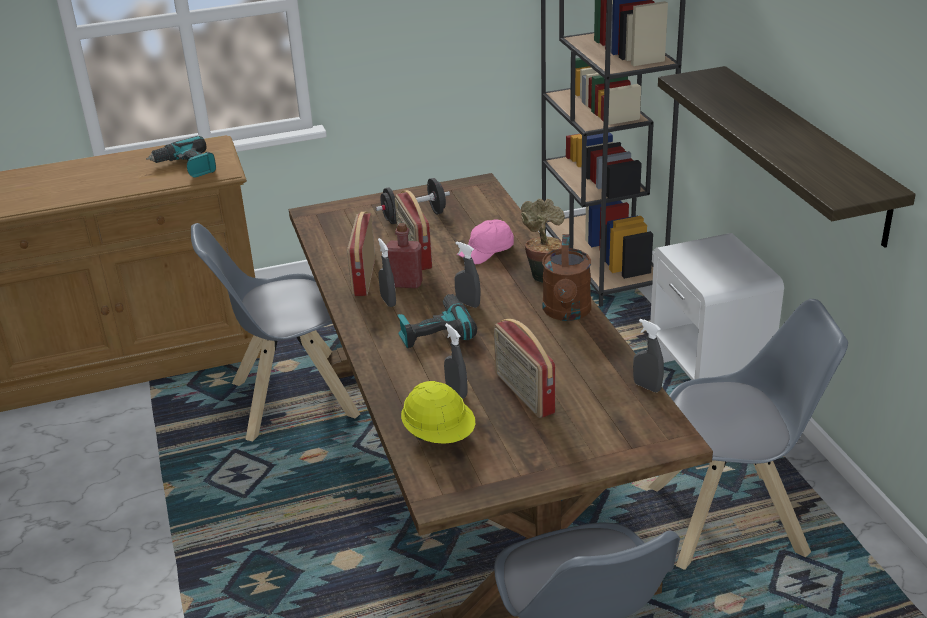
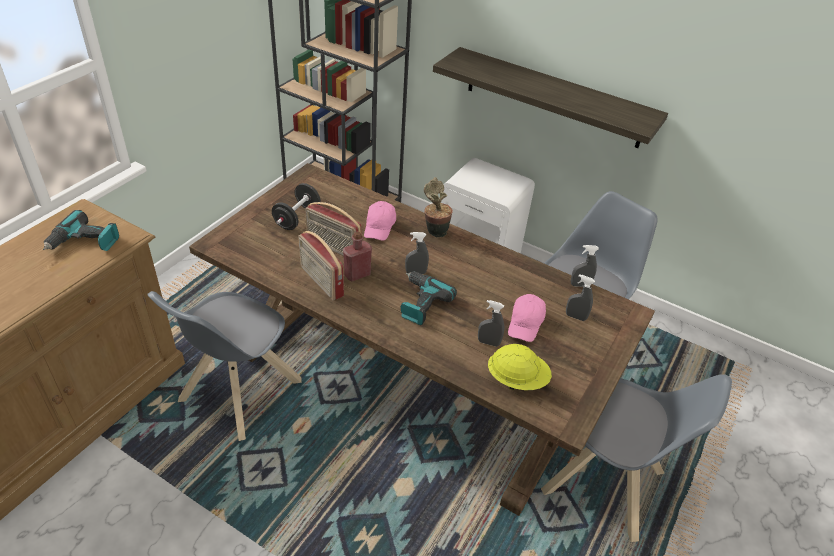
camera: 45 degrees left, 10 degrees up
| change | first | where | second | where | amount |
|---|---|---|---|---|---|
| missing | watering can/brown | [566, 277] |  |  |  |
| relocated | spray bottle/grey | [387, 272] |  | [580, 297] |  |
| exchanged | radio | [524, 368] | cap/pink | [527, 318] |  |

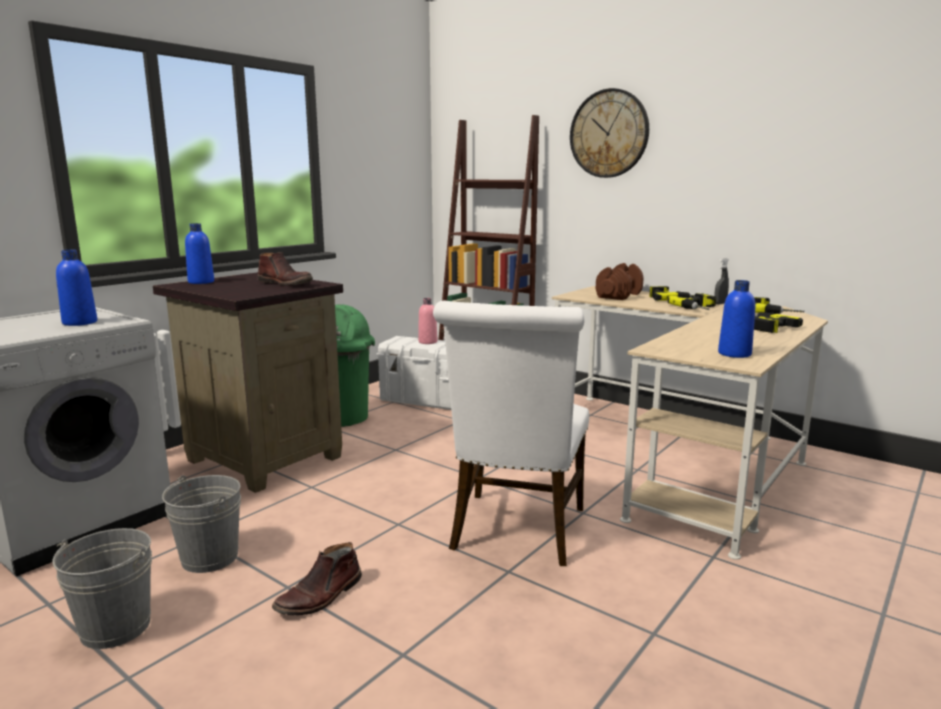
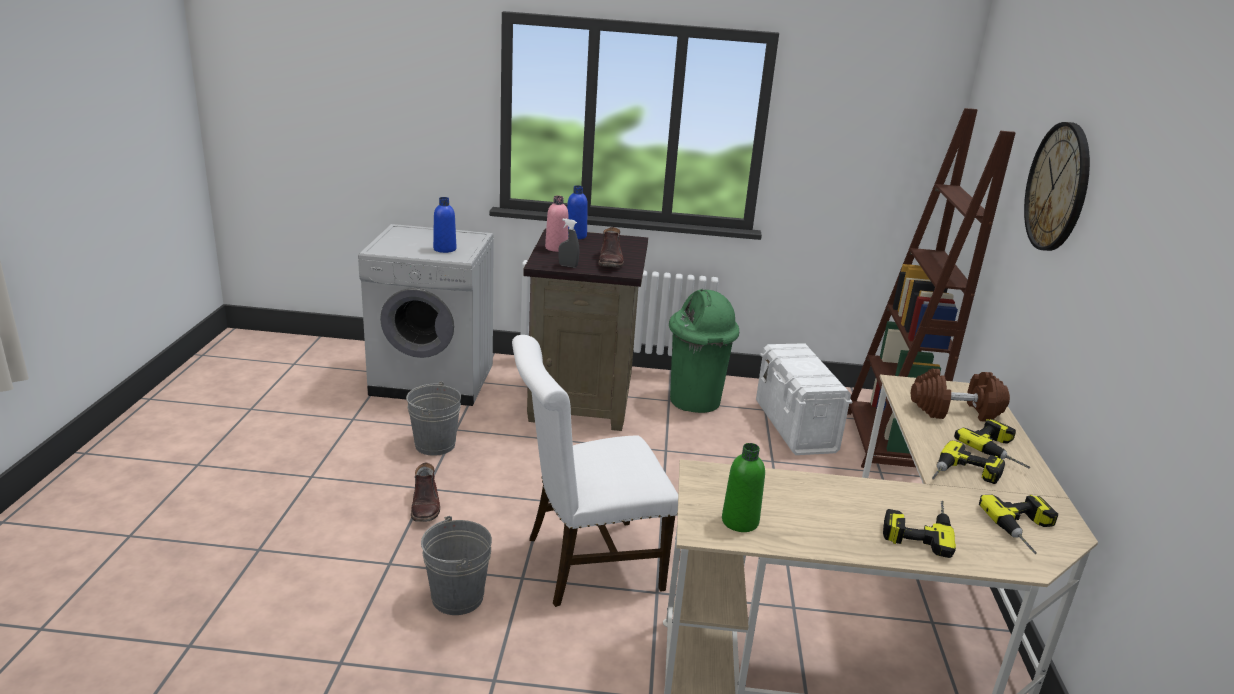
camera: 55 degrees right, 10 degrees up
| change | first | where | second | where | amount |
|---|---|---|---|---|---|
| relocated | bucket/grey | [102, 588] |  | [456, 565] |  |
| relocated | bottle/pink | [427, 321] |  | [556, 224] |  |
| relocated | spray bottle/grey | [721, 281] |  | [569, 243] |  |
| colour | bottle/blue | [736, 319] | bottle/green | [743, 487] |  |
| spun | boot/brown | [317, 578] |  | [425, 492] | 105 degrees counterclockwise |

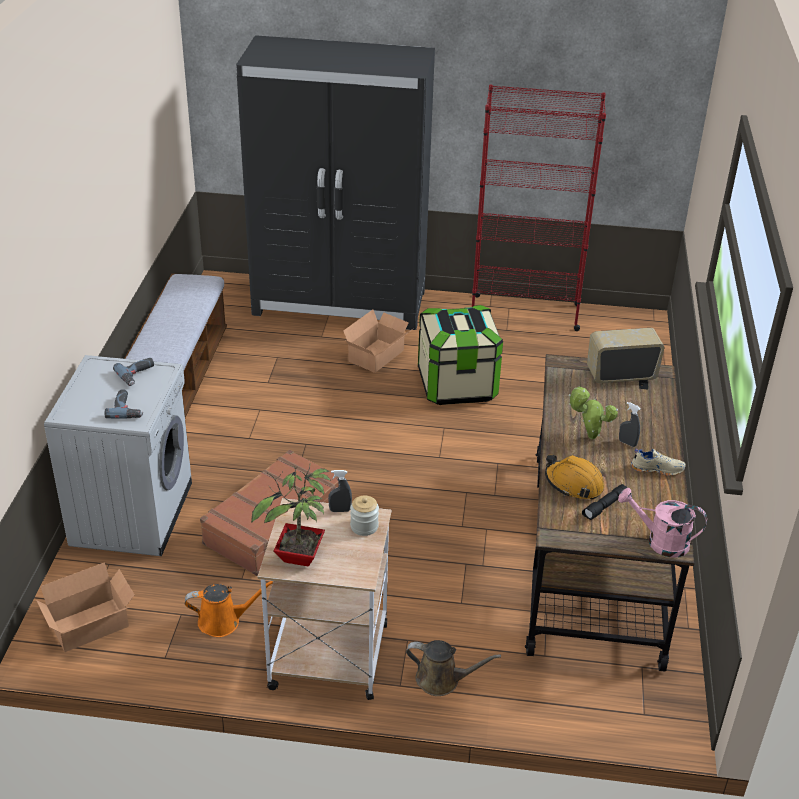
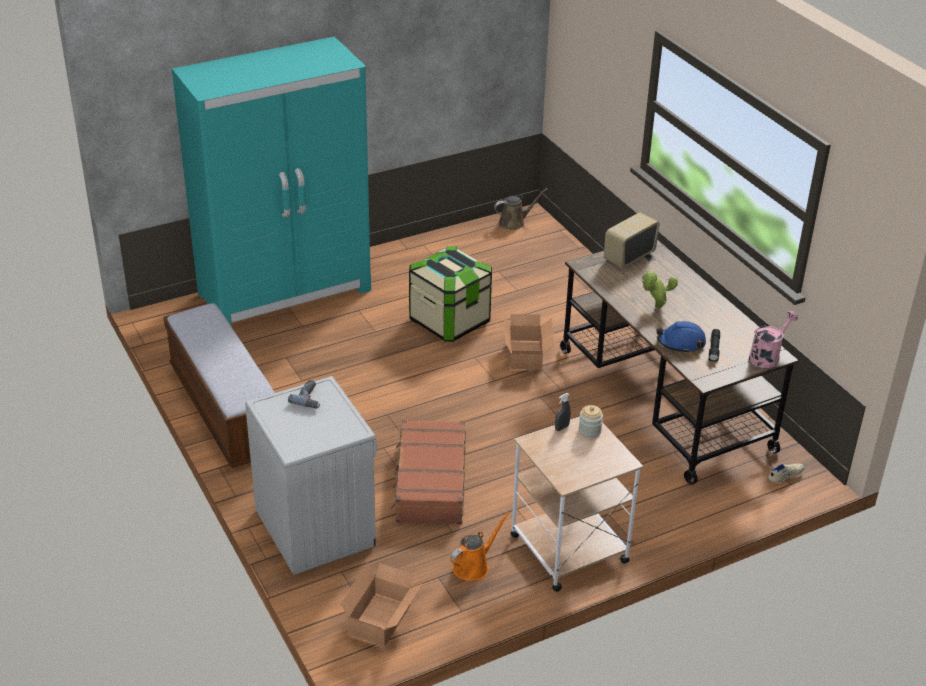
camera: 35 degrees left, 0 degrees up
| change | first | where | second | where | amount |
|---|---|---|---|---|---|
| missing | power drill | [124, 404] |  |  |  |
| missing | potted plant | [291, 516] |  |  |  |
| missing | bookcase/red | [539, 207] |  |  |  |
| missing | spray bottle/grey | [630, 424] |  |  |  |
| relocated | cardboard box | [378, 341] |  | [529, 342] |  |
| relocated | watering can/brown | [453, 668] |  | [521, 209] |  |
| relocated | shoe/beige | [658, 462] |  | [786, 474] |  |
| colour | cabinet/black | [335, 182] | cabinet/turquoise | [271, 181] |  |
| colour | hard hat/orange | [574, 477] | hard hat/blue | [681, 337] |  |
| spun | watering can/pink | [662, 522] |  | [773, 339] | 150 degrees clockwise |

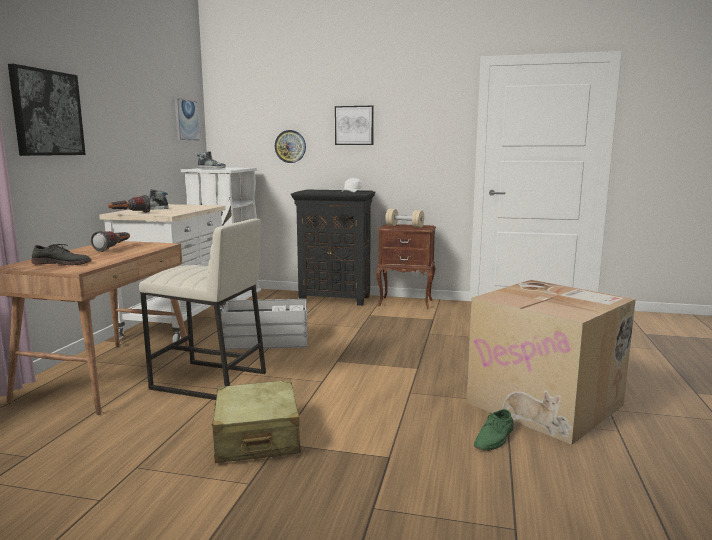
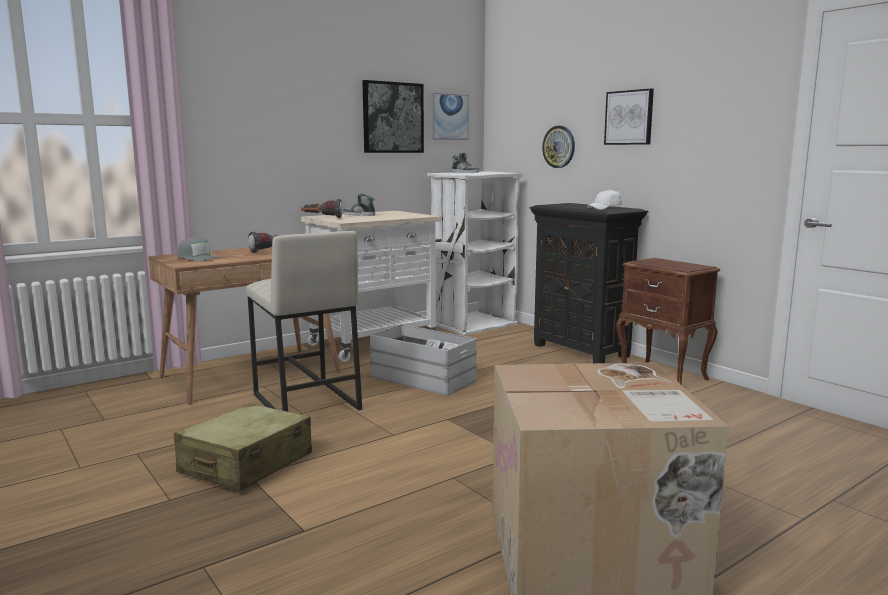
camera: 40 degrees right, 0 degrees up
| change | first | where | second | where | amount |
|---|---|---|---|---|---|
| missing | dumbbell/beige | [404, 218] |  |  |  |
| missing | shoe/green | [493, 430] |  |  |  |
| relocated | picture | [47, 110] |  | [393, 116] |  |
| exchanged | shoe/grey | [61, 254] | cap/grey | [199, 249] |  |

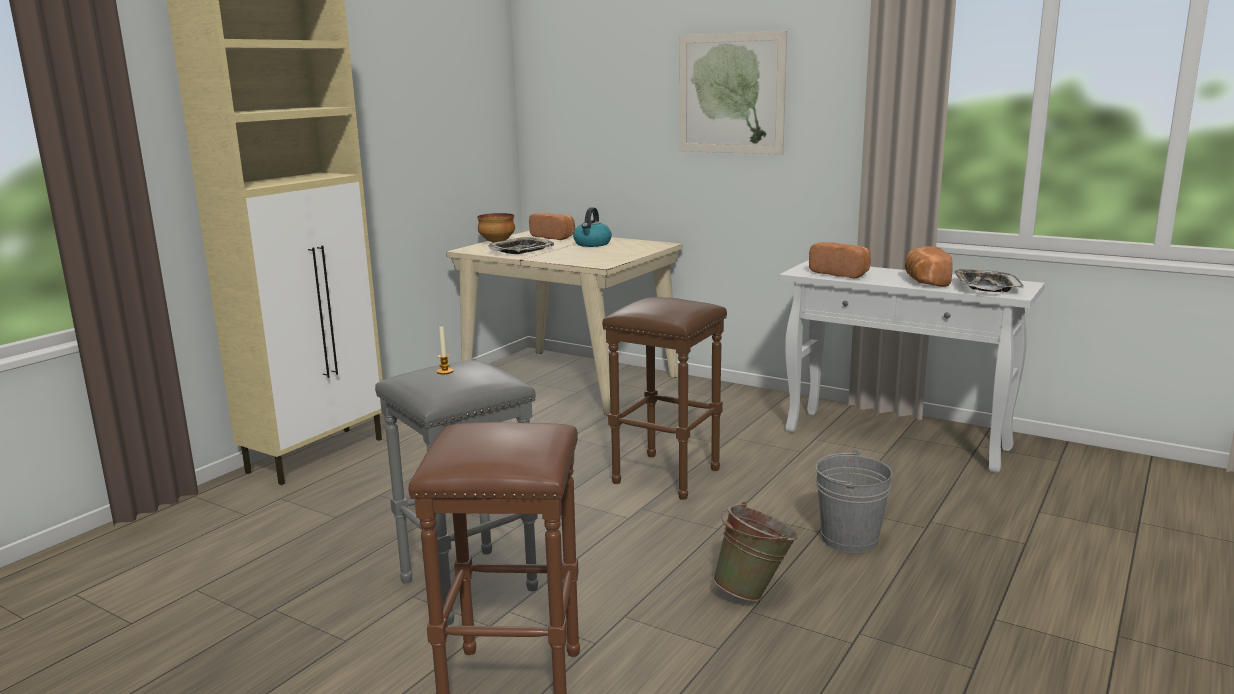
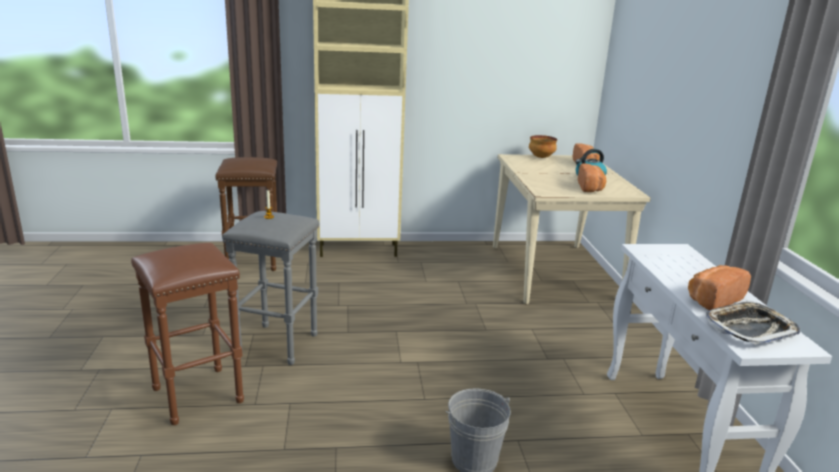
camera: 50 degrees right, 5 degrees up
| change | first | where | second | where | amount |
|---|---|---|---|---|---|
| missing | tray | [521, 245] |  |  |  |
| missing | picture | [733, 93] |  |  |  |
| missing | bucket/green | [755, 551] |  |  |  |
| relocated | stool/brown | [664, 398] |  | [246, 214] |  |
| relocated | bread | [840, 260] |  | [592, 177] |  |

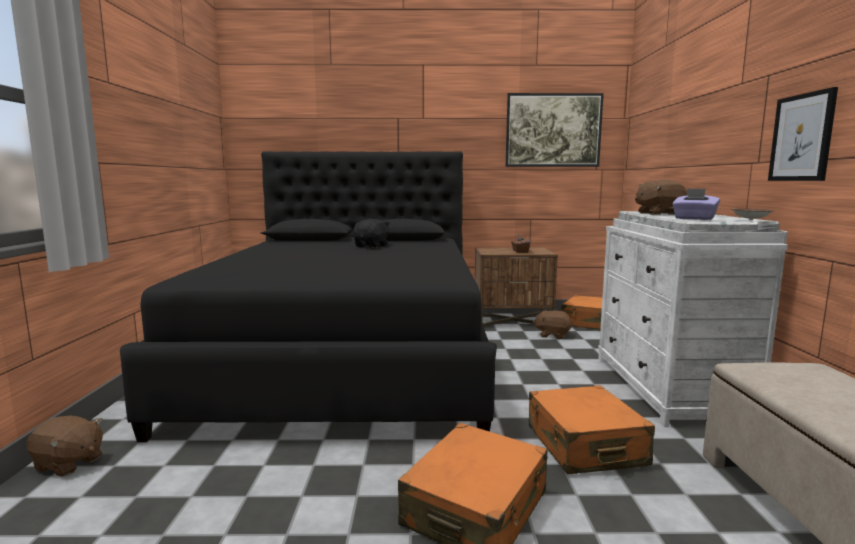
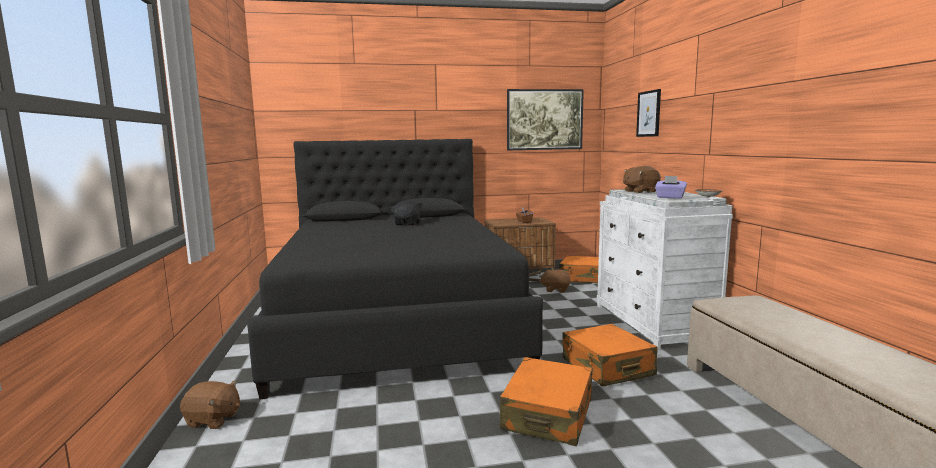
camera: 10 degrees left, 0 degrees up
| change | first | where | second | where | amount |
|---|---|---|---|---|---|
| relocated | picture | [803, 134] |  | [648, 113] |  |

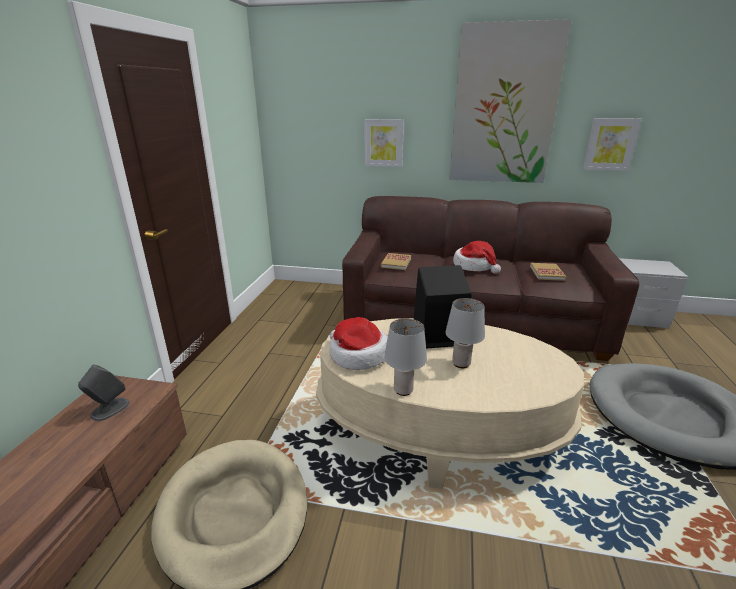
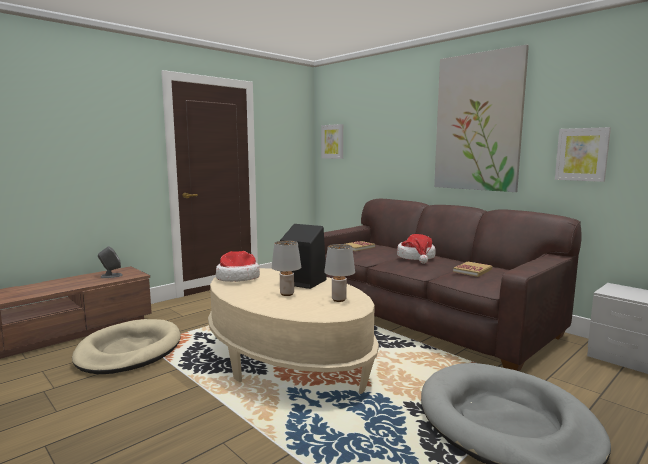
camera: 35 degrees right, 15 degrees down
| change | first | where | second | where | amount |
|---|---|---|---|---|---|
| relocated | picture | [384, 143] |  | [332, 141] |  |
| relocated | table lamp/grey | [405, 357] |  | [339, 273] |  |

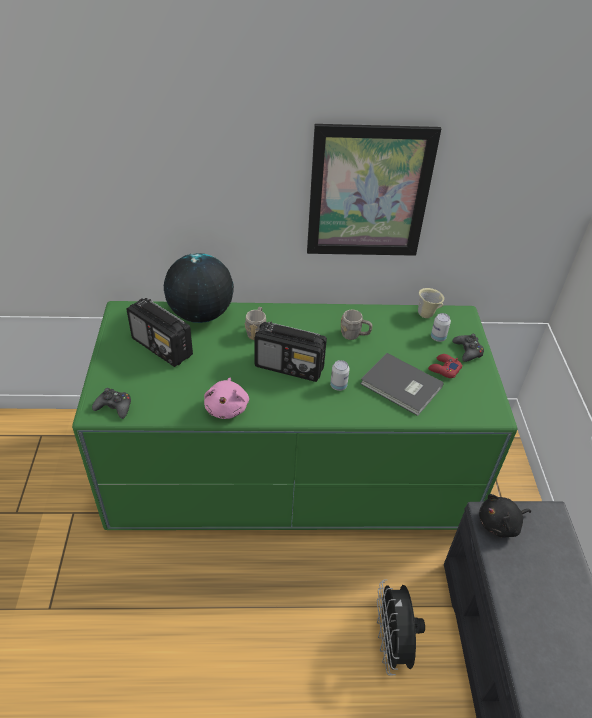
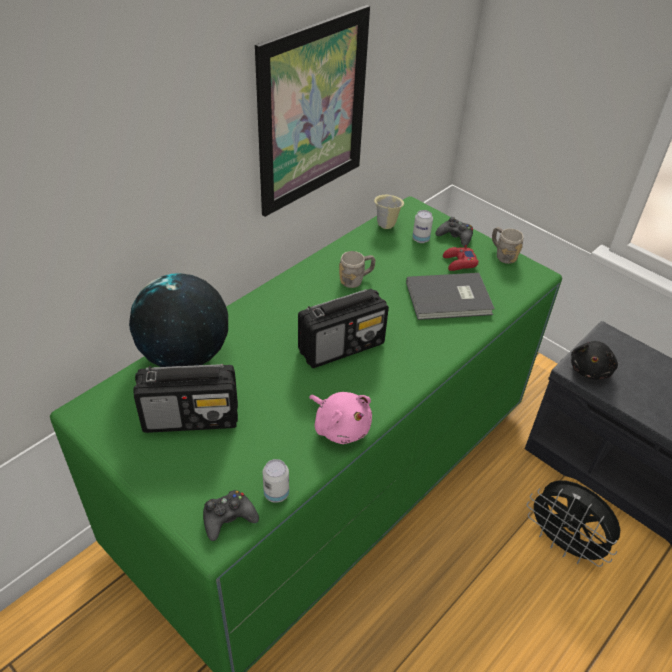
camera: 45 degrees left, 0 degrees up
| change | first | where | second | where | amount |
|---|---|---|---|---|---|
| relocated | mug/grey | [255, 323] |  | [507, 245] |  |
| relocated | can | [340, 375] |  | [276, 481] |  |

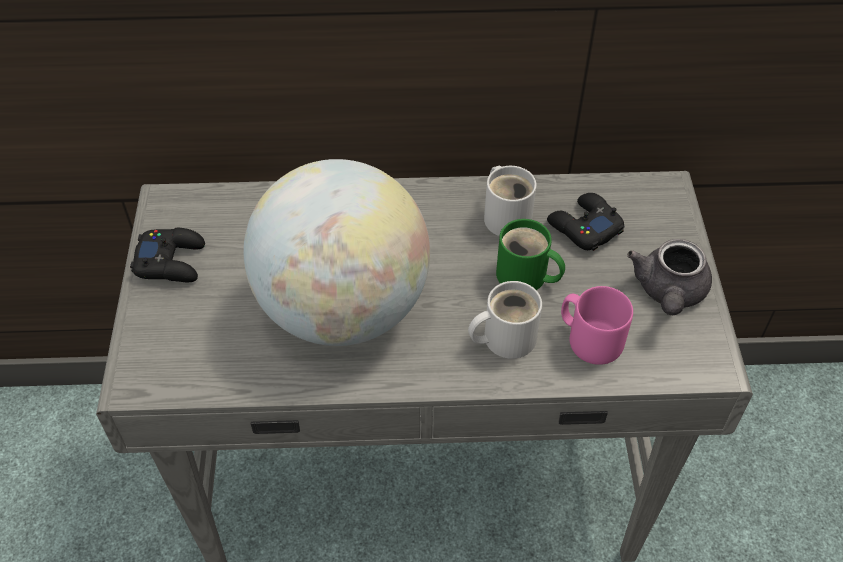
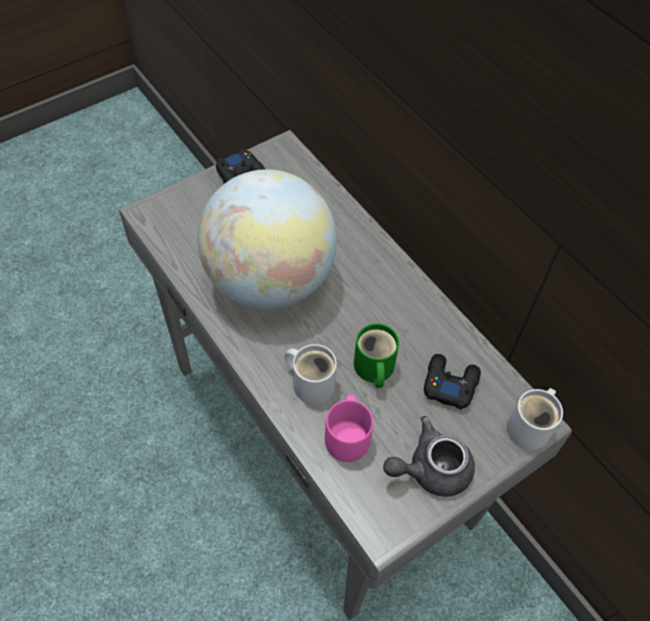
camera: 55 degrees right, 5 degrees up
| change | first | where | second | where | amount |
|---|---|---|---|---|---|
| relocated | mug/white | [510, 201] |  | [535, 419] |  |

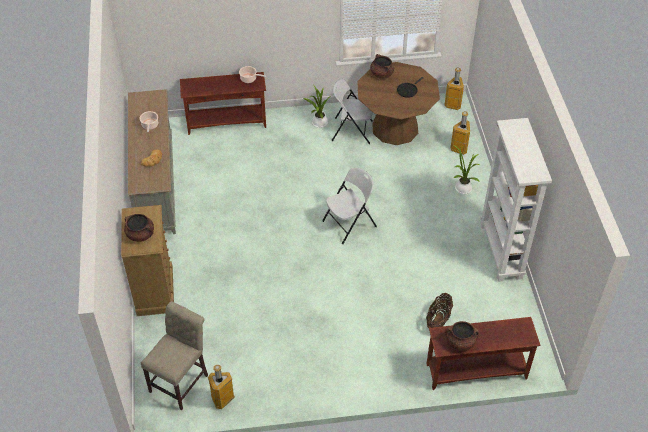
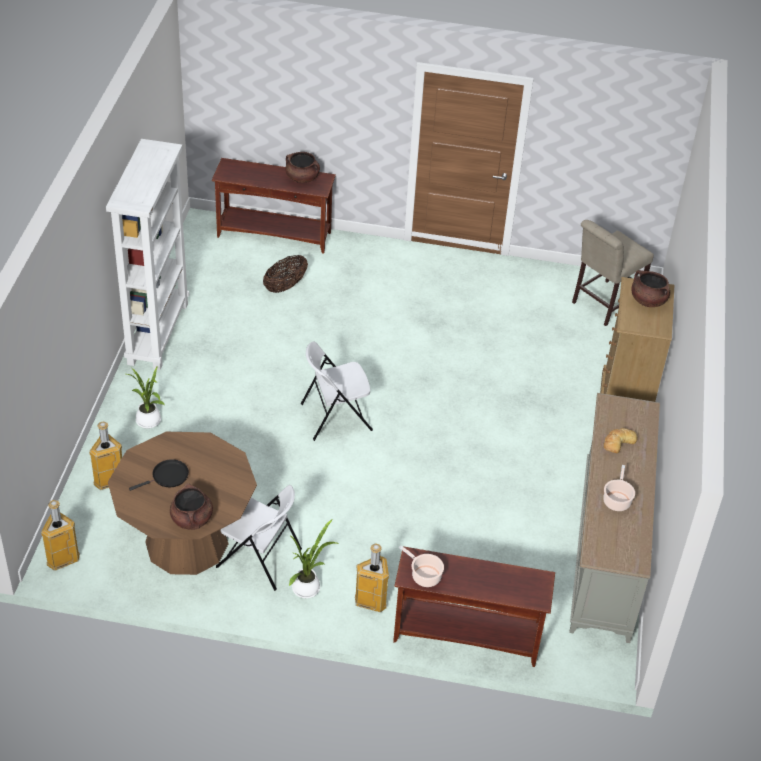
camera: 165 degrees left, 5 degrees down
| change | first | where | second | where | amount |
|---|---|---|---|---|---|
| relocated | trash can | [221, 387] |  | [372, 577] |  |

